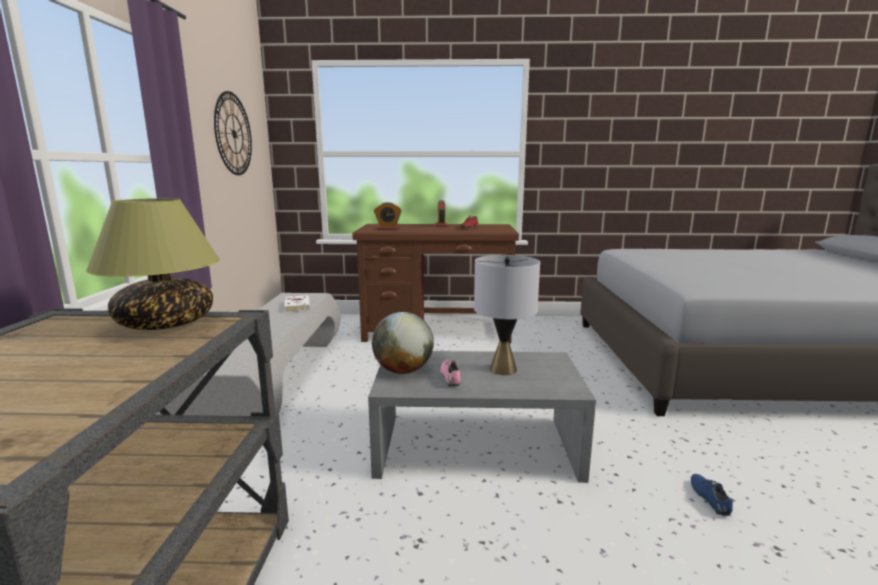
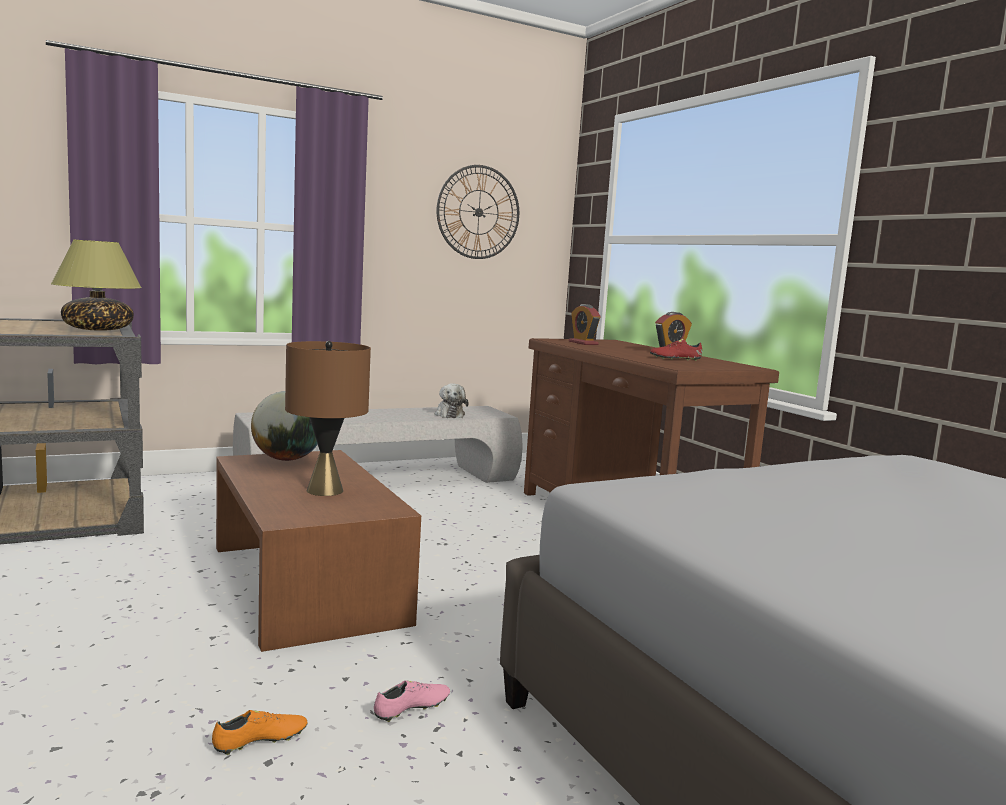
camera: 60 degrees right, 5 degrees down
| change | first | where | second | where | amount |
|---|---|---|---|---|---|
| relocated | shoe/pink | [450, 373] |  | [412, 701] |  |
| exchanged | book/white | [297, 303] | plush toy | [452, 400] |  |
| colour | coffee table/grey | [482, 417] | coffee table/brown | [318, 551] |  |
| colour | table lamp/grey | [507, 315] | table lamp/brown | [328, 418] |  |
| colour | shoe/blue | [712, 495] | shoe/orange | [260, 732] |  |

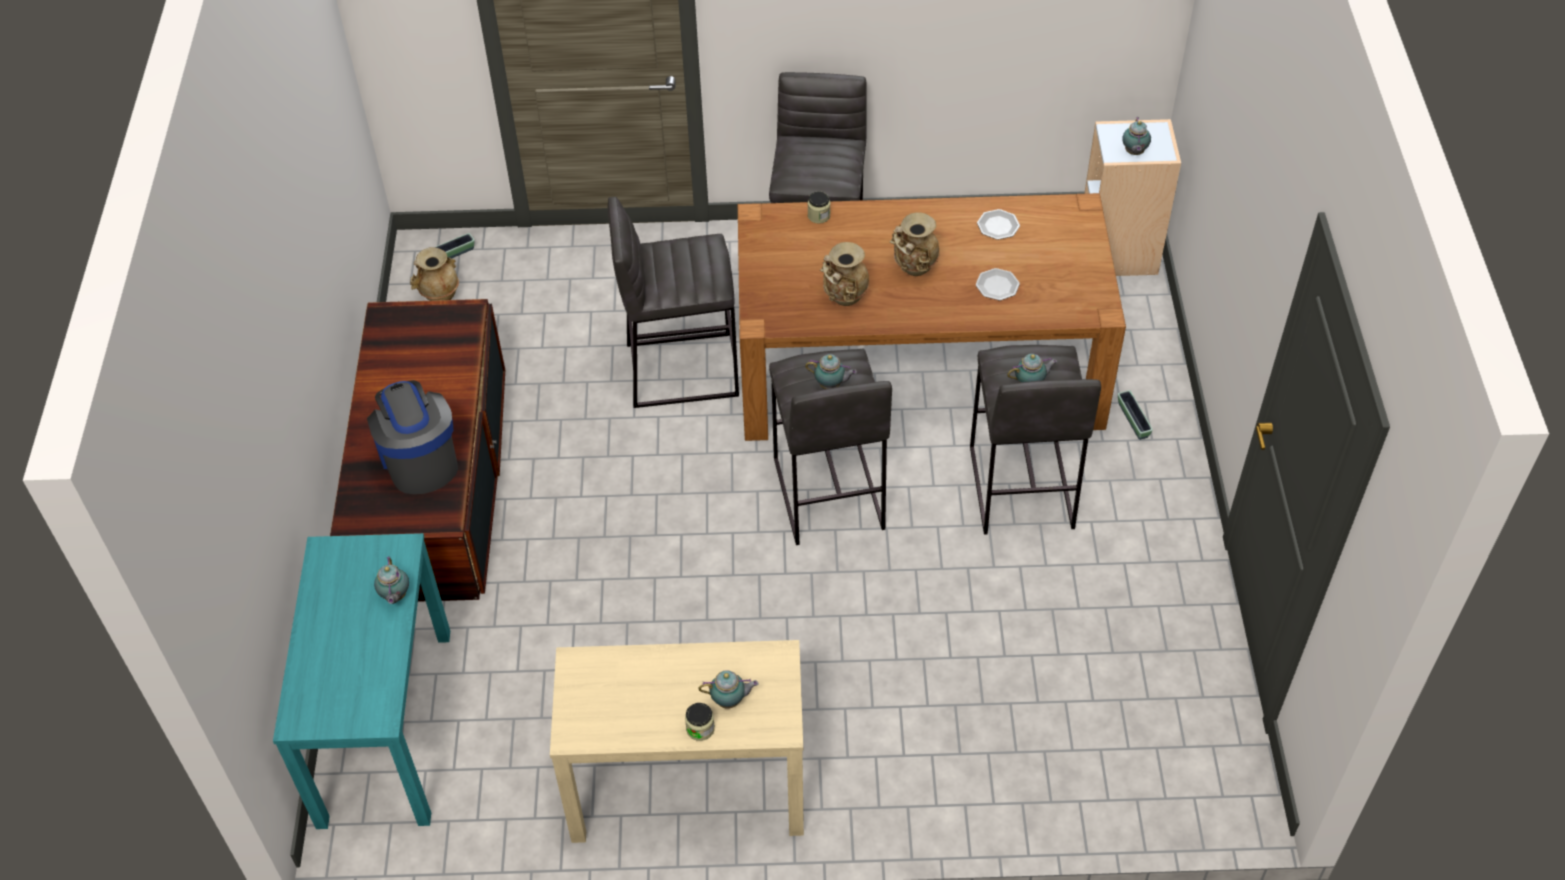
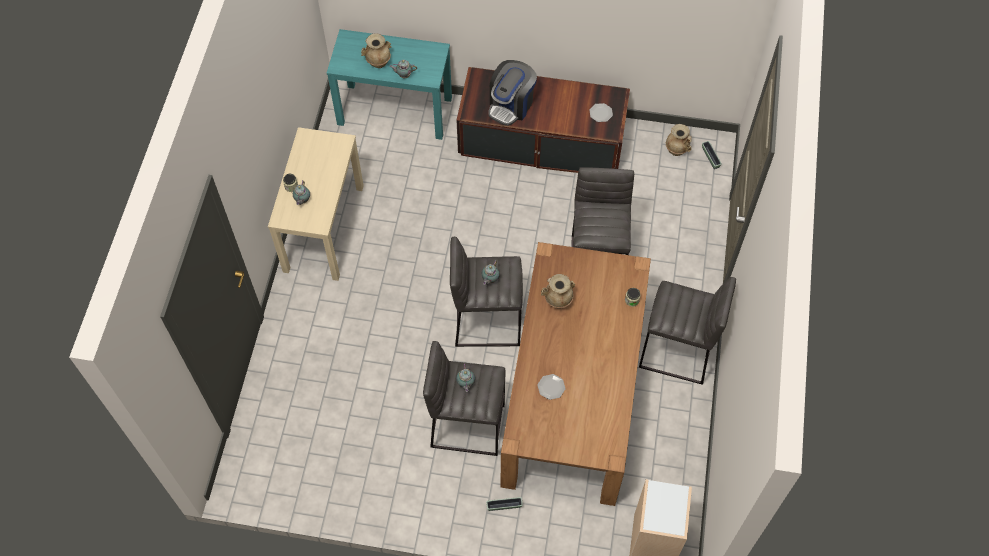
camera: 100 degrees right, 10 degrees up
| change | first | where | second | where | amount |
|---|---|---|---|---|---|
| missing | teapot | [1136, 136] |  |  |  |
| relocated | vase/beige | [915, 244] |  | [376, 50] |  |
| relocated | plate | [998, 224] |  | [601, 112] |  |
| spun | coffee machine | [412, 437] |  | [512, 93] | 135 degrees clockwise |

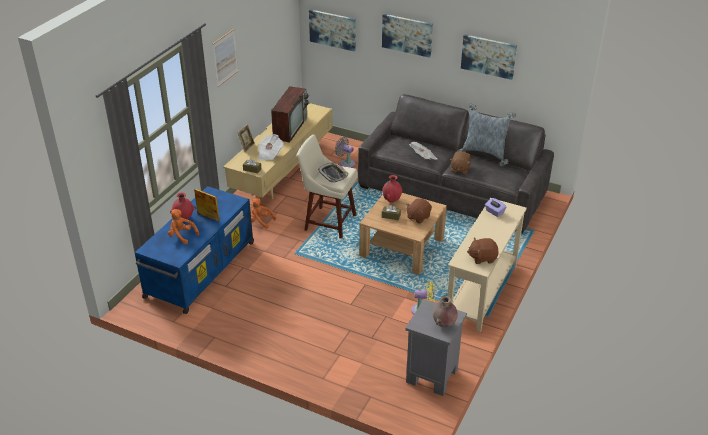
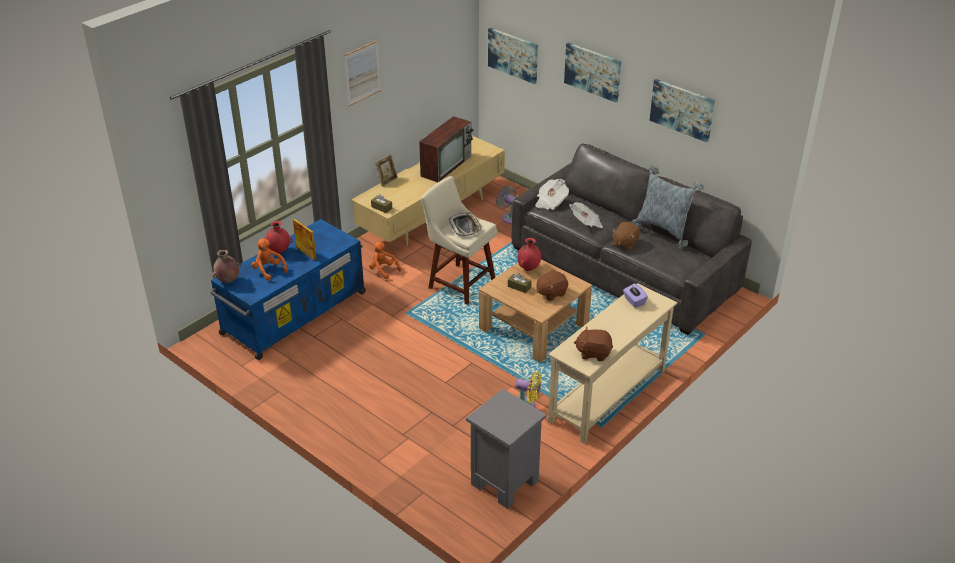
camera: 15 degrees right, 0 degrees up
| change | first | where | second | where | amount |
|---|---|---|---|---|---|
| relocated | newspaper | [270, 147] |  | [552, 194] |  |
| relocated | vase/brown | [445, 311] |  | [226, 266] |  |

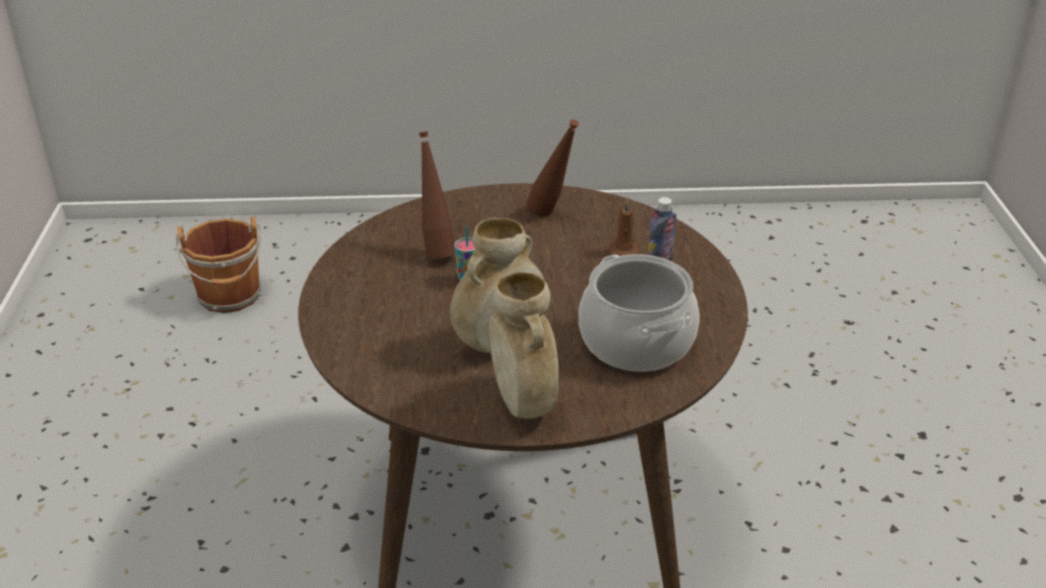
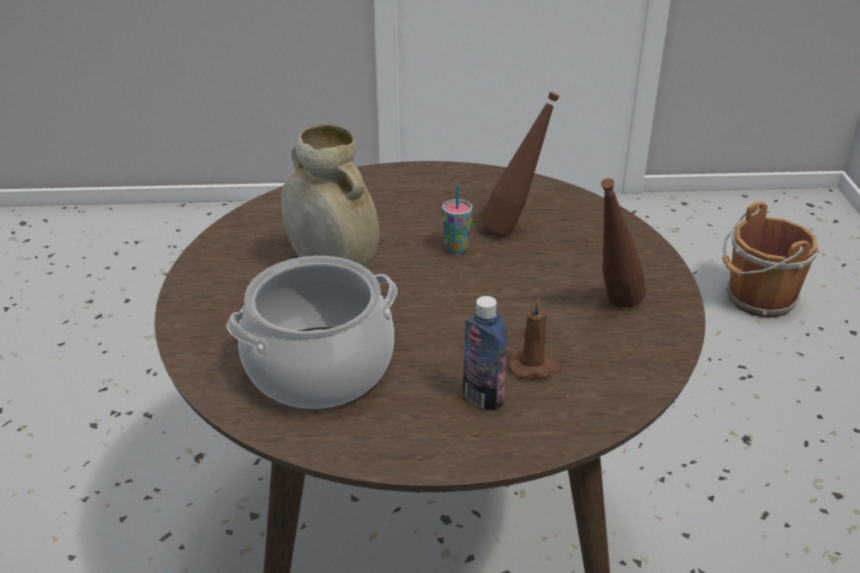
camera: 90 degrees right, 0 degrees up
| change | first | where | second | where | amount |
|---|---|---|---|---|---|
| missing | vase/beige | [524, 345] |  |  |  |

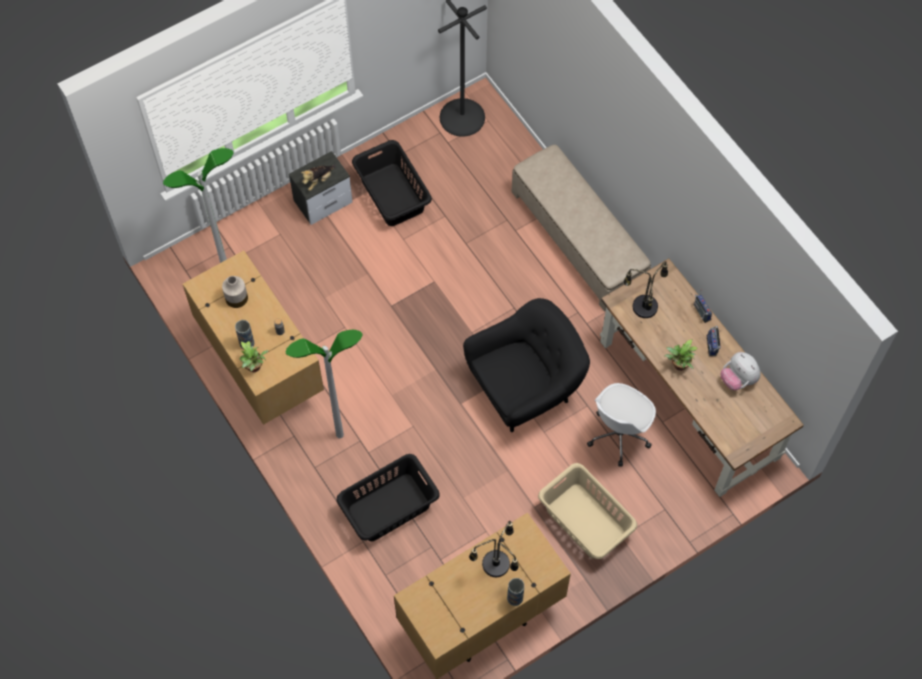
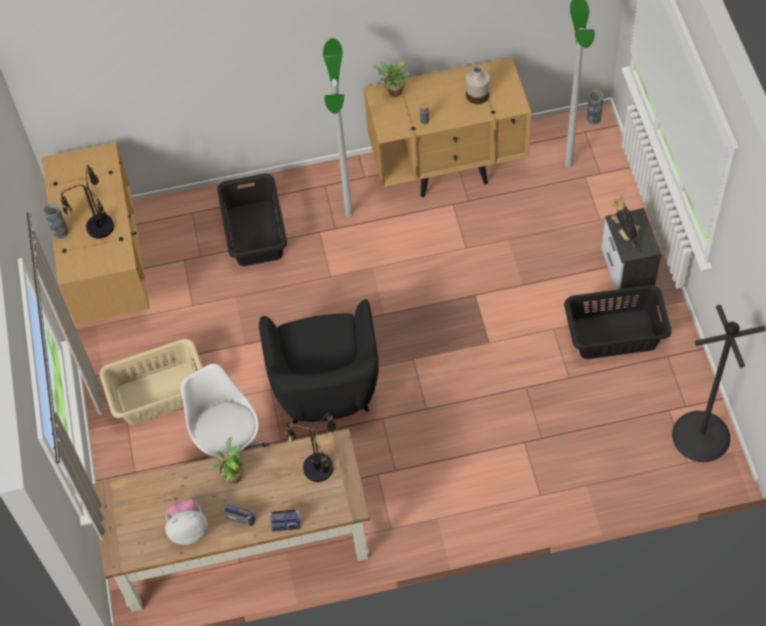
camera: 115 degrees right, 5 degrees down
| change | first | where | second | where | amount |
|---|---|---|---|---|---|
| missing | bench/beige | [581, 227] |  |  |  |
| relocated | vase | [244, 334] |  | [595, 108] |  |

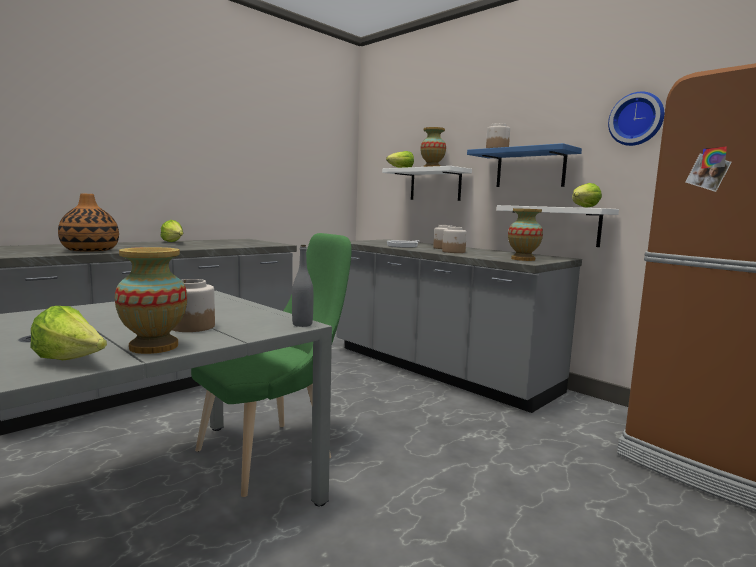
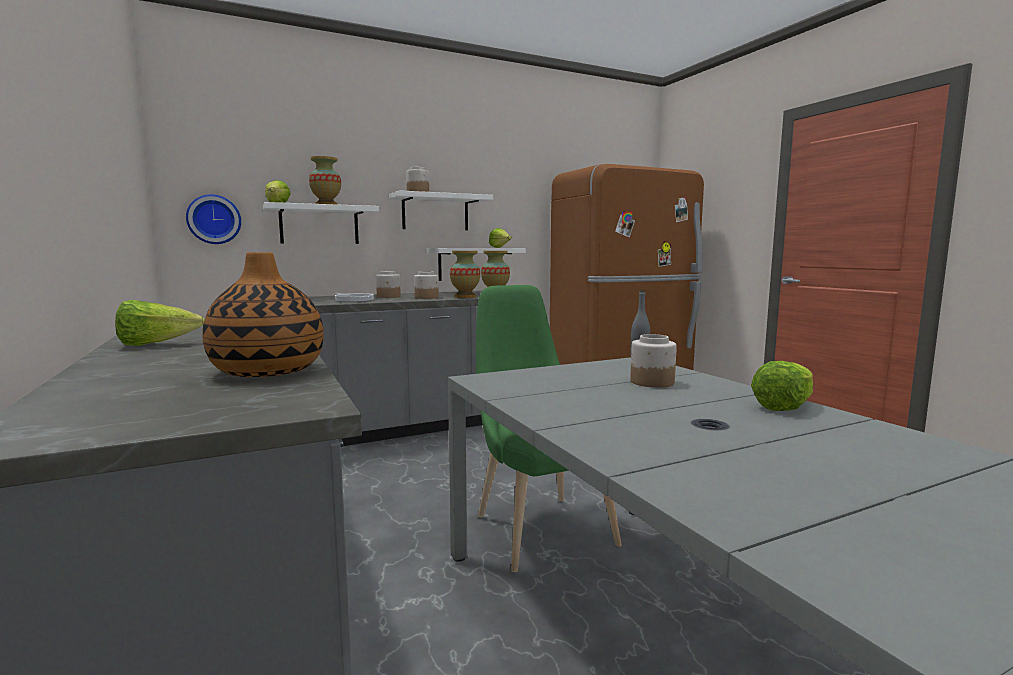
camera: 70 degrees left, 0 degrees up
| change | first | where | second | where | amount |
|---|---|---|---|---|---|
| relocated | vase | [151, 300] |  | [465, 274] |  |
| relocated | wall clock | [636, 118] |  | [213, 219] |  |
| colour | shelf/blue | [524, 165] | shelf/white | [441, 210] |  |

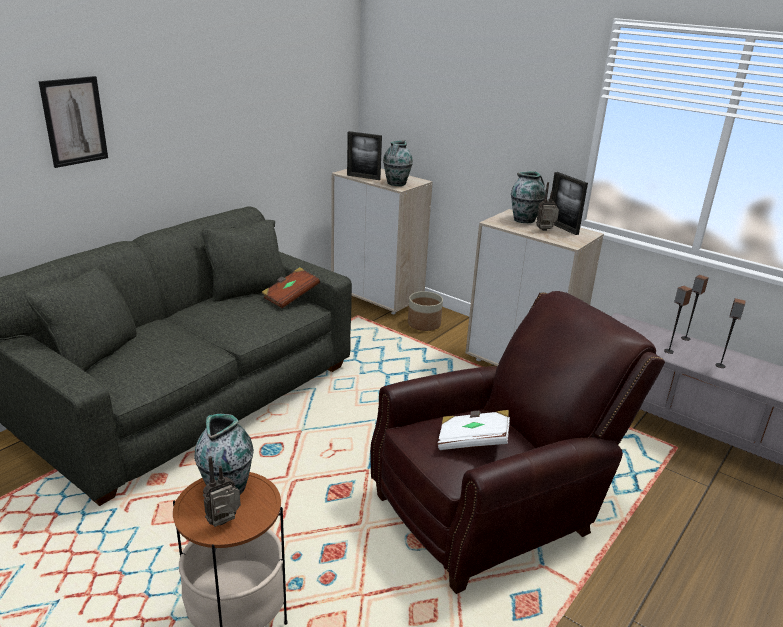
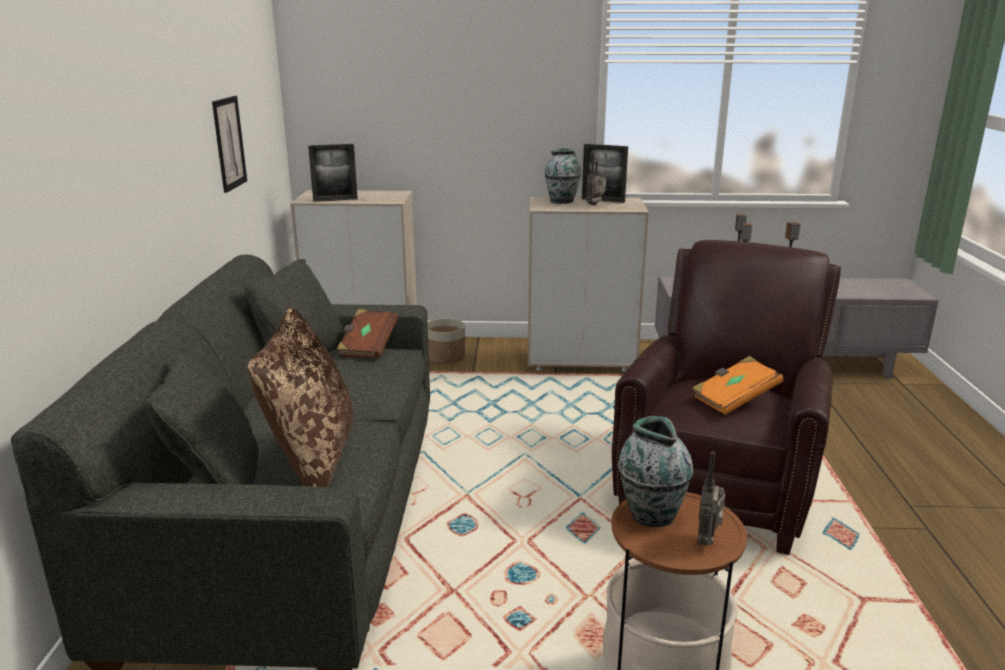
camera: 35 degrees left, 5 degrees down
| change | first | where | second | where | amount |
|---|---|---|---|---|---|
| missing | vase | [398, 163] |  |  |  |
| appeared |  |  | pillow/brown | [300, 397] |  |
| relocated | picture | [73, 122] |  | [229, 144] |  |
| colour | book/white | [474, 430] | book/orange | [738, 385] |  |

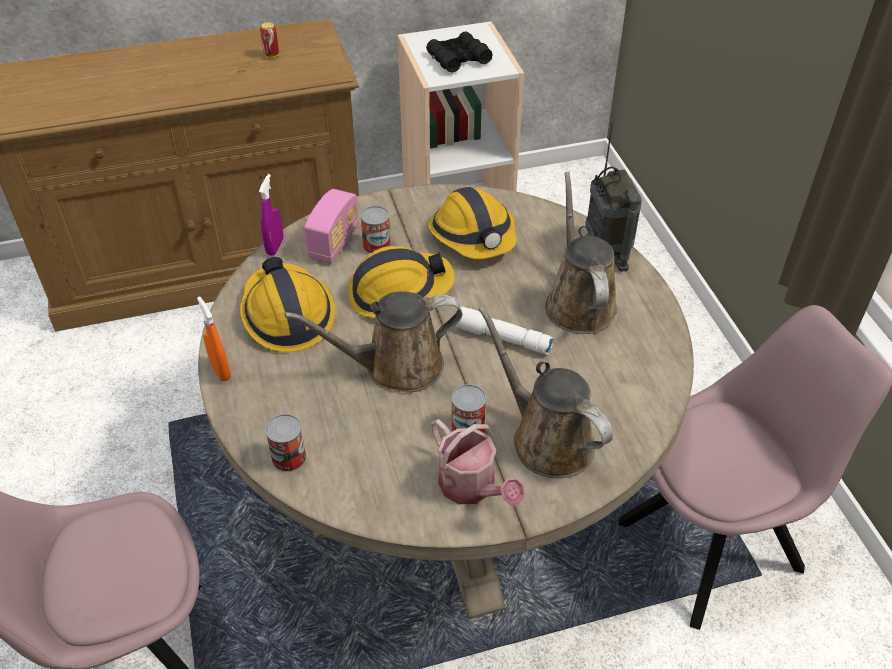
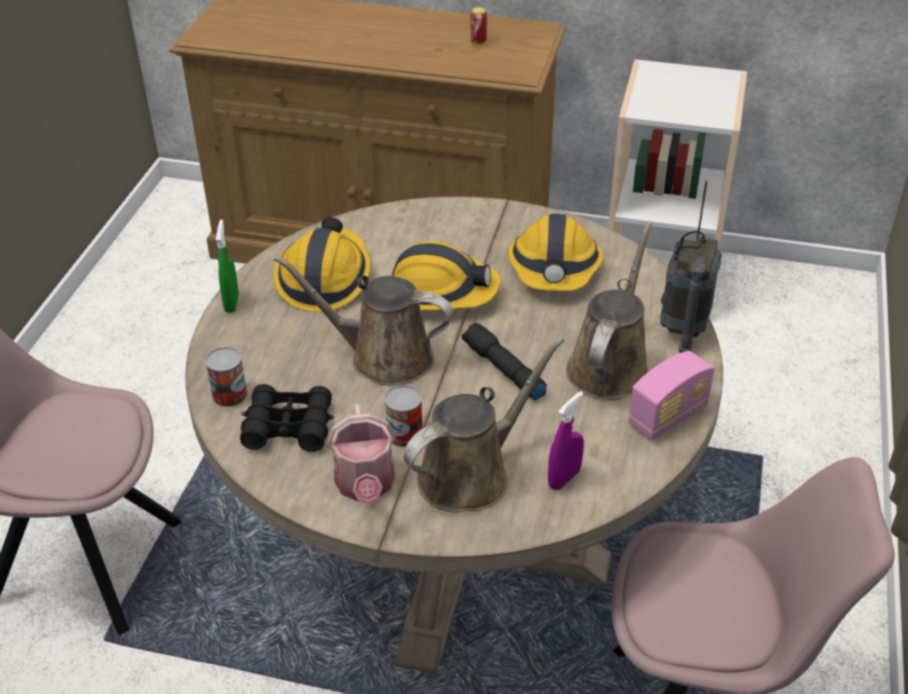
camera: 30 degrees right, 5 degrees down
| change | first | where | second | where | amount |
|---|---|---|---|---|---|
| missing | can | [375, 230] |  |  |  |
| relocated | spray bottle/purple | [271, 214] |  | [566, 440] |  |
| relocated | radio | [331, 226] |  | [671, 395] |  |
| relocated | binoculars/black | [459, 51] |  | [287, 418] |  |
| colour | spray bottle/orange | [214, 338] | spray bottle/green | [227, 266] |  |
| colour | flashlight/white | [504, 330] | flashlight/black | [504, 361] |  |
| spun | watering can/brown | [545, 392] |  | [484, 425] | 60 degrees clockwise |

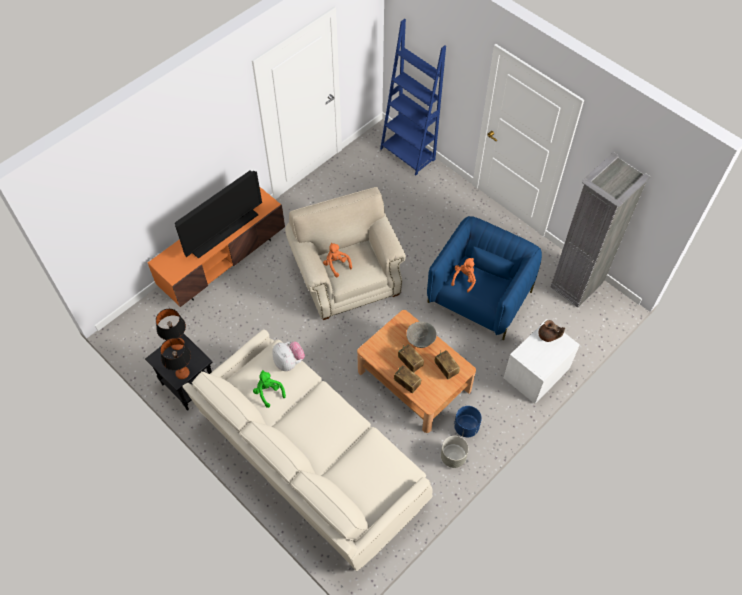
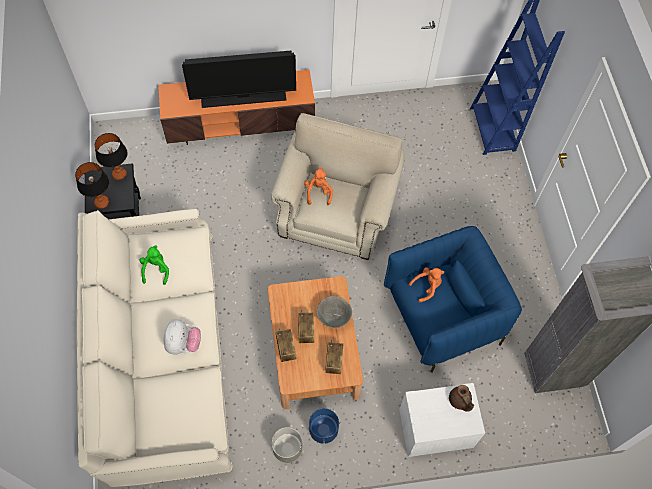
camera: 35 degrees right, 5 degrees up
| change | first | where | second | where | amount |
|---|---|---|---|---|---|
| relocated | plush toy | [288, 356] |  | [182, 337] |  |

